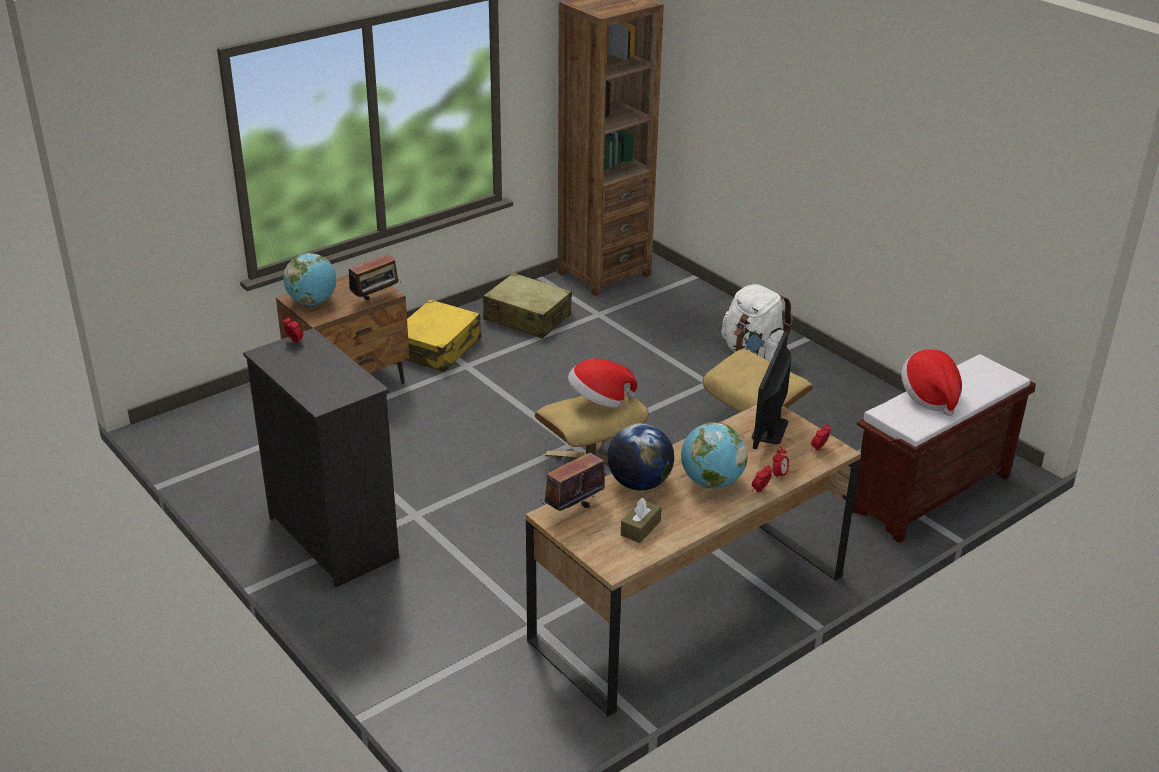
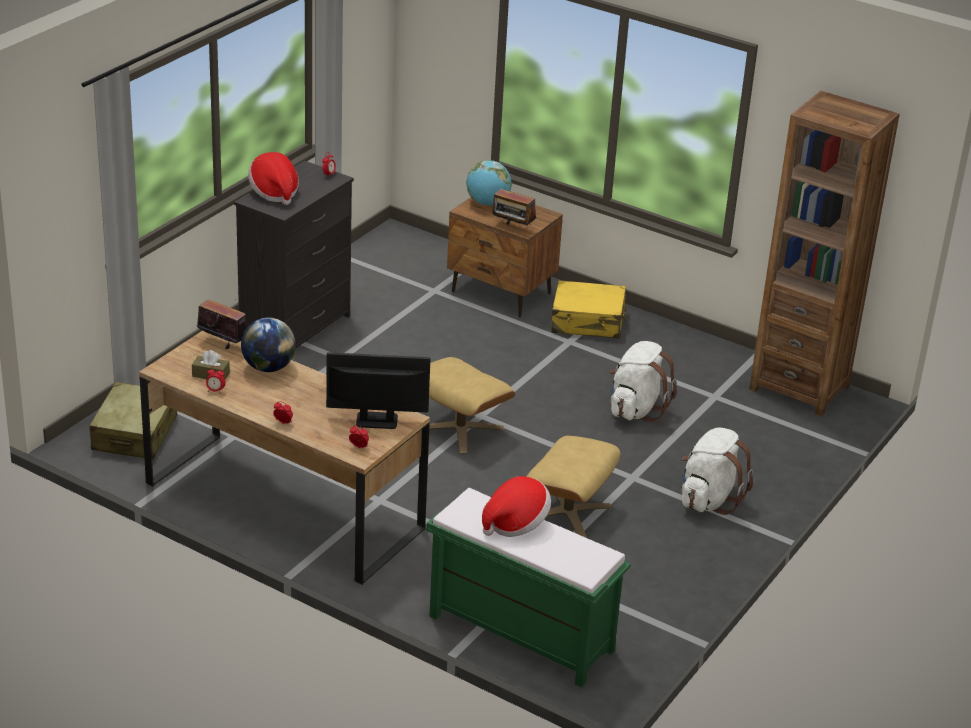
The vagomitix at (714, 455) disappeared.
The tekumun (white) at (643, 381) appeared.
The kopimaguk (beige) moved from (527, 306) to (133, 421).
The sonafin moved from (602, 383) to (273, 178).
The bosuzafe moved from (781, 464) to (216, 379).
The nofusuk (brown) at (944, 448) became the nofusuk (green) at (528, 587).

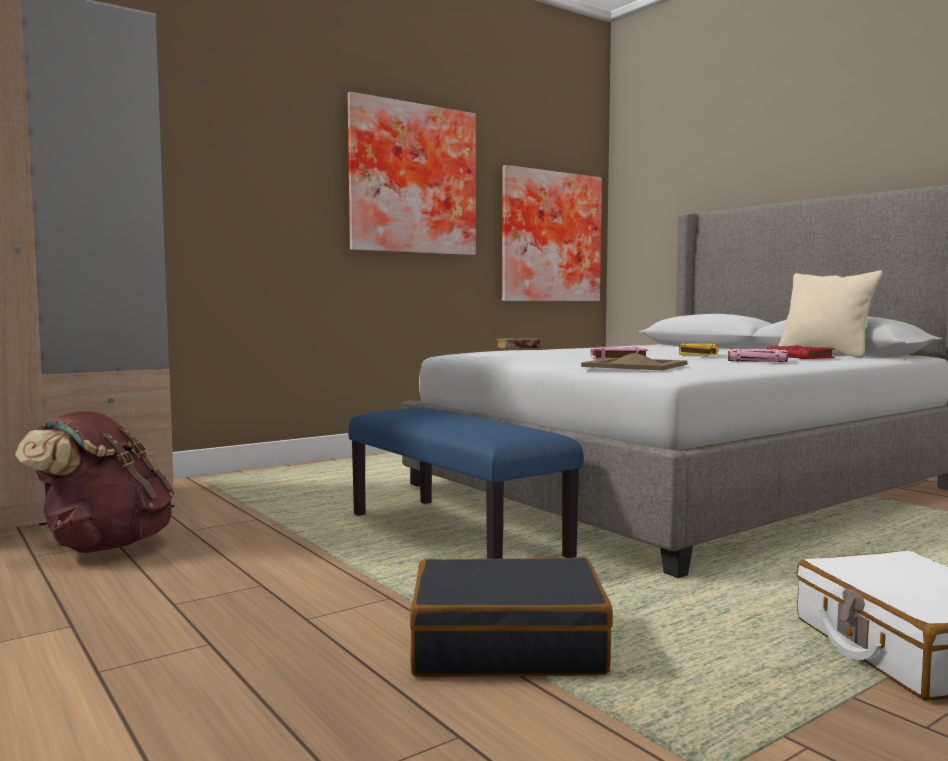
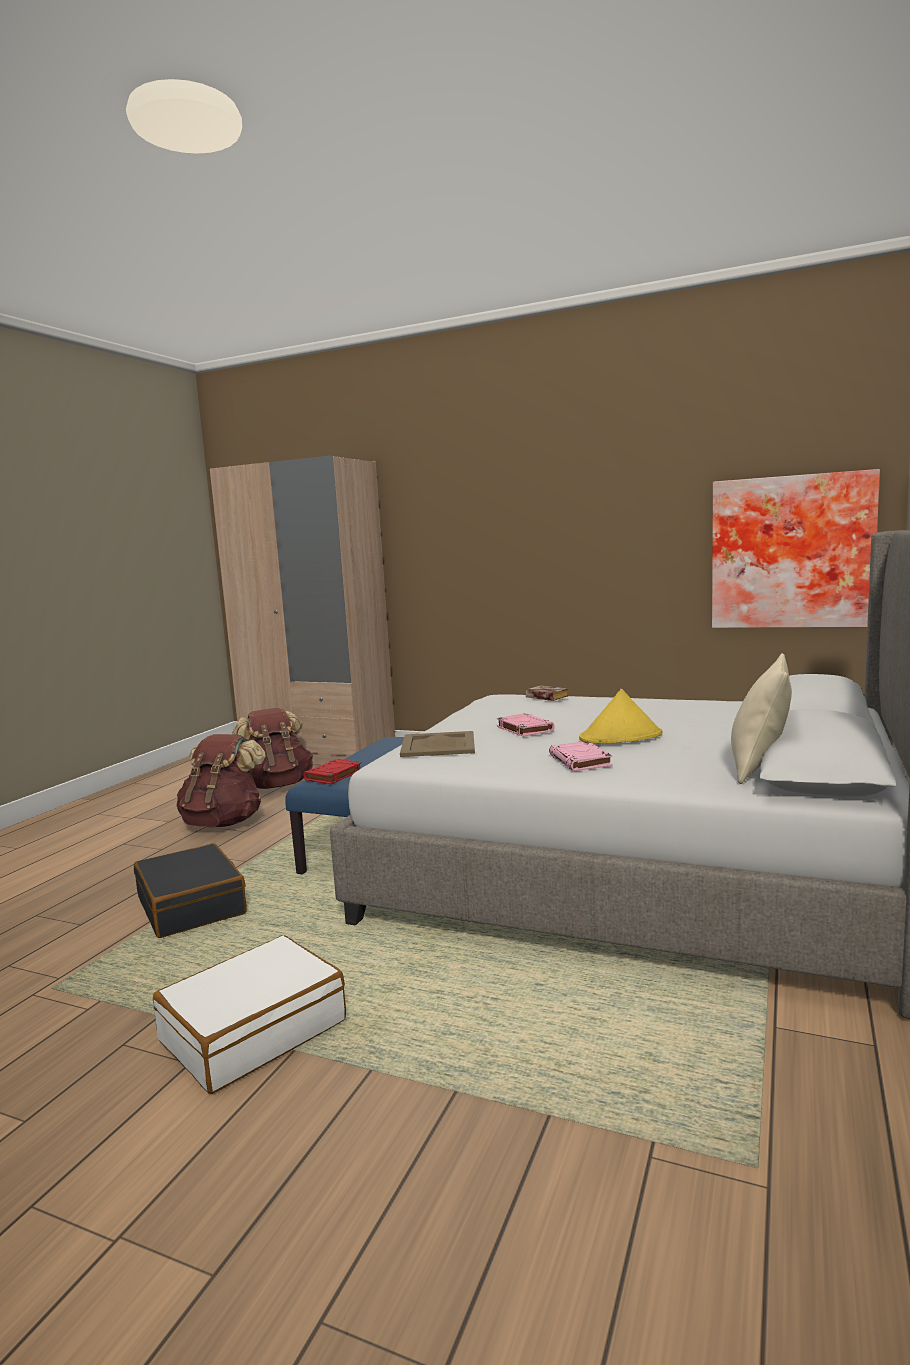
The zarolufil at (412, 173) disappeared.
The tekumun (brown) at (221, 780) appeared.
The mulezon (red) moved from (801, 352) to (332, 771).
The mulezon (yellow) at (699, 349) was replaced by the sonafin (yellow) at (620, 716).

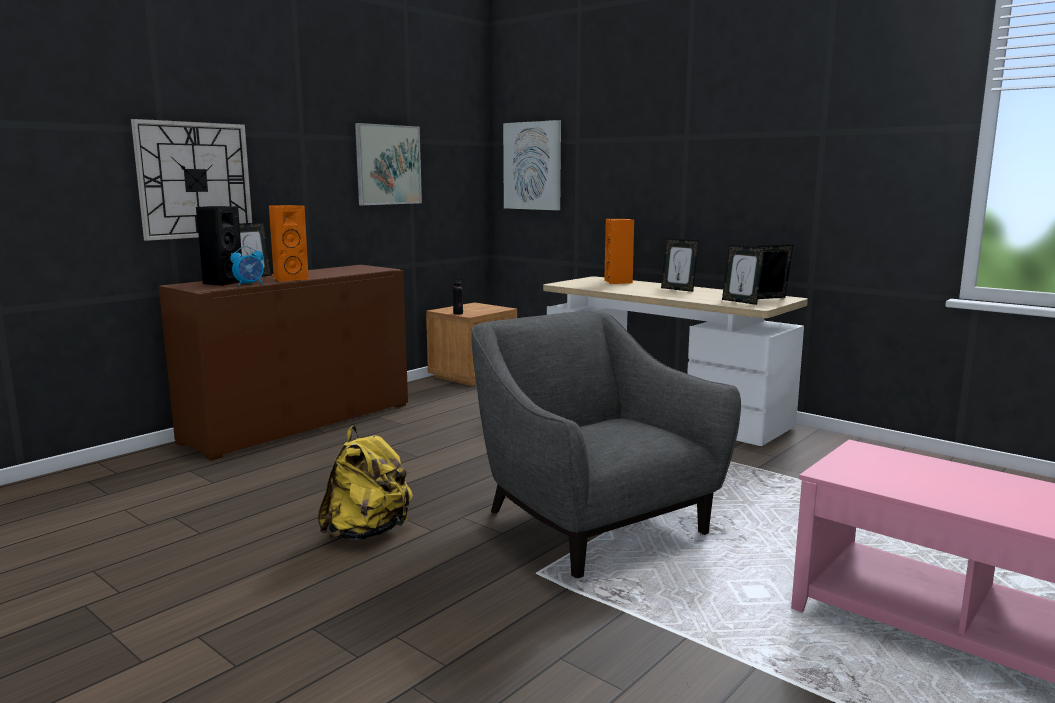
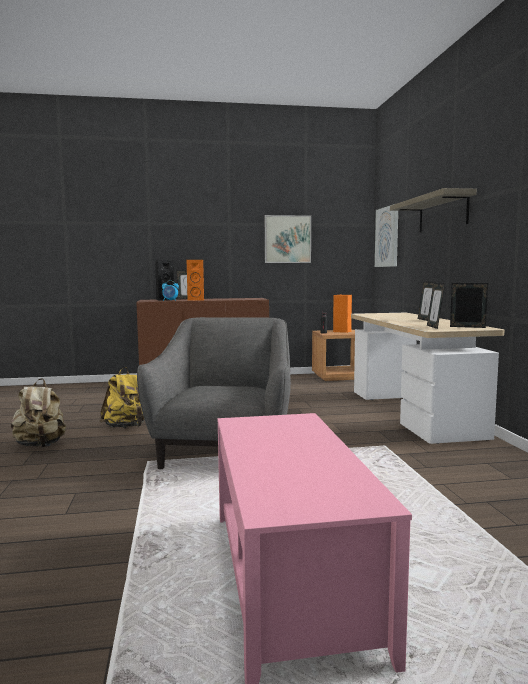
The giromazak at (191, 180) disappeared.
The tekumun (beige) at (38, 413) appeared.
The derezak at (433, 210) appeared.
The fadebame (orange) moved from (619, 251) to (342, 314).

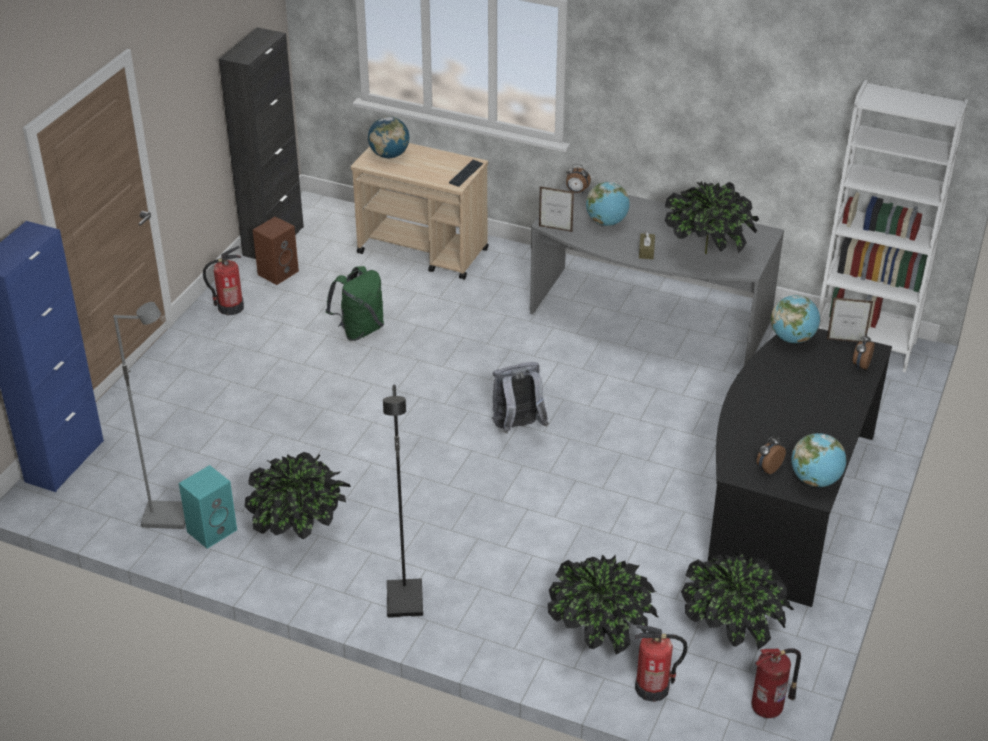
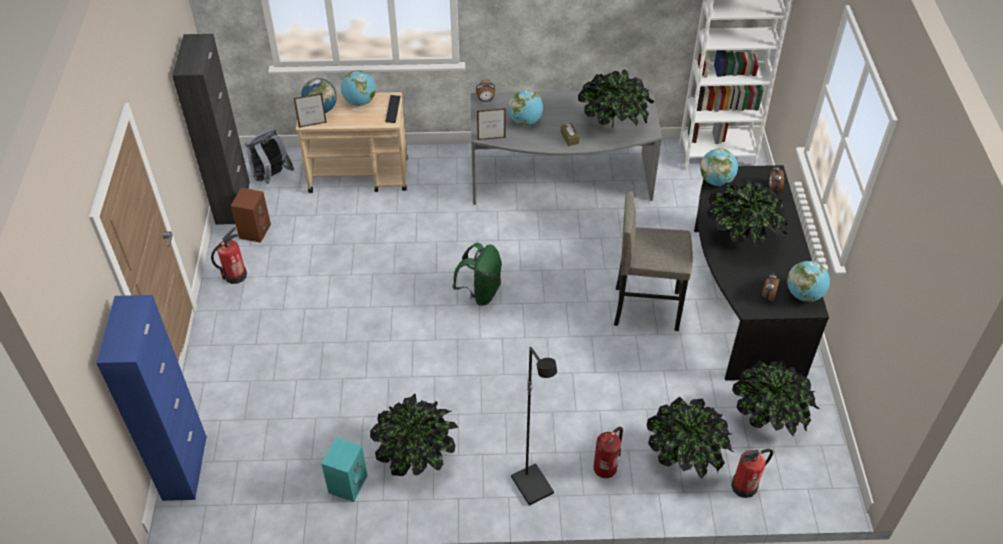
The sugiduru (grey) at (149, 415) disappeared.
The vagomitix at (358, 88) appeared.
The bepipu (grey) at (653, 261) appeared.
The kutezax at (747, 212) appeared.
The tekumun (green) moved from (355, 303) to (477, 274).
The tekumun (grey) moved from (520, 397) to (269, 156).
The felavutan moved from (776, 683) to (608, 452).
The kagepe moved from (850, 320) to (310, 110).

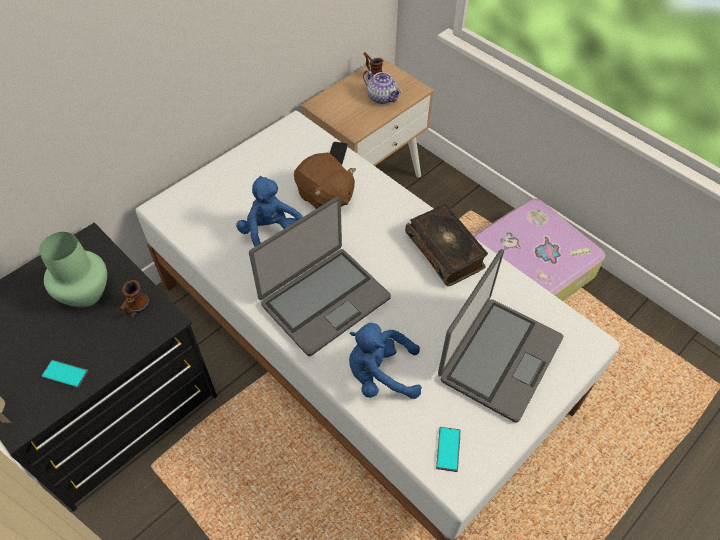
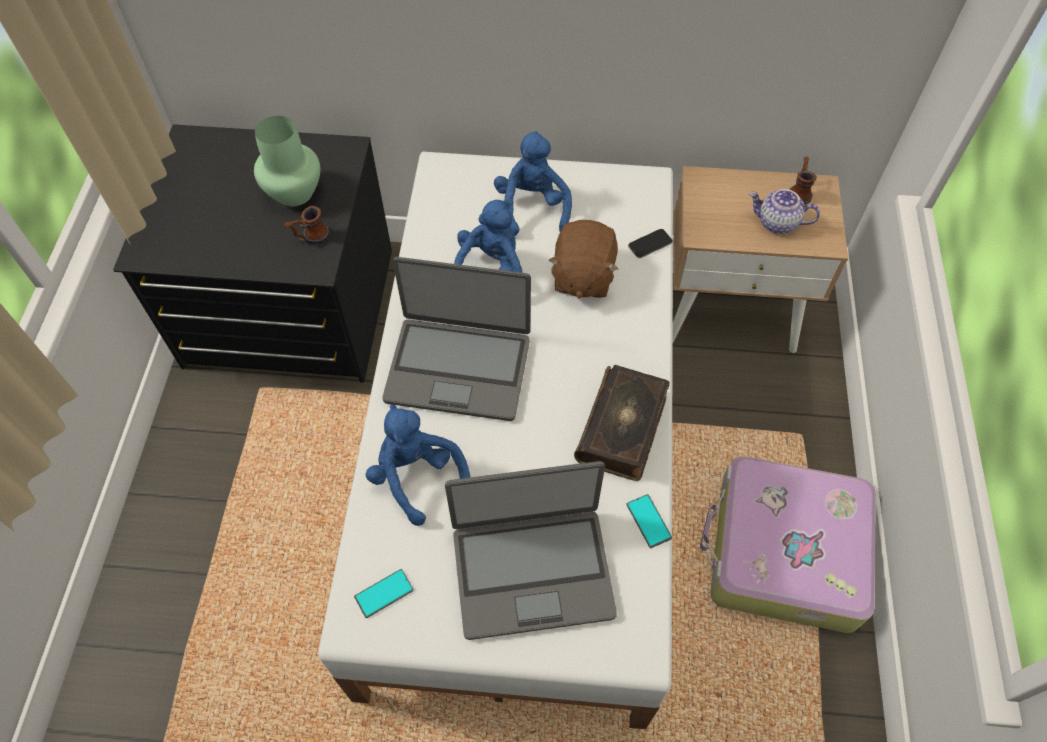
The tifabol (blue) at (533, 183) appeared.
The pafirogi moved from (65, 374) to (649, 521).
The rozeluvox at (382, 87) turned 105 degrees clockwise.

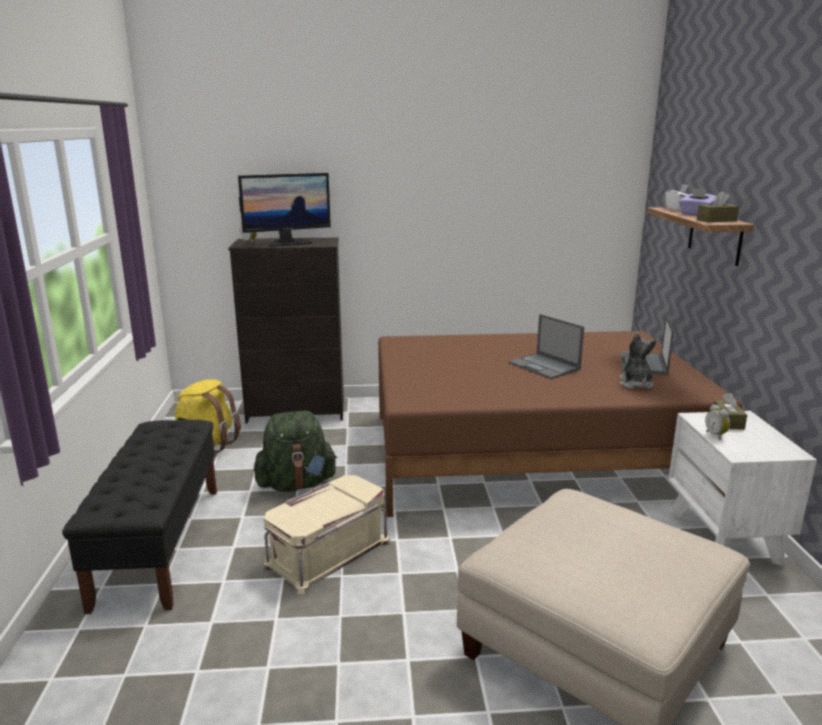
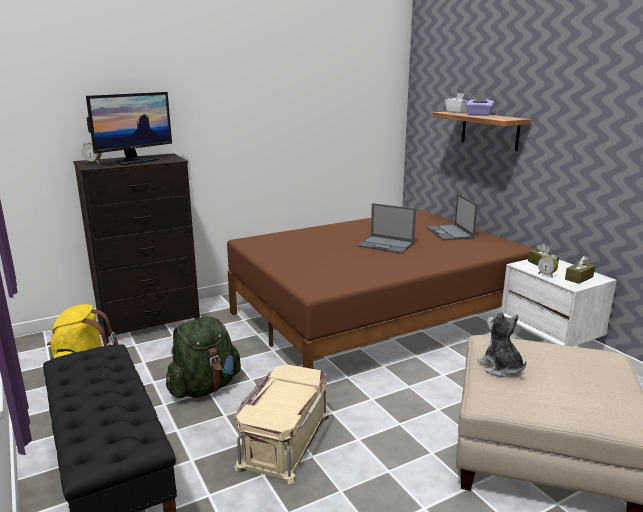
The tifabol moved from (638, 360) to (502, 344).
The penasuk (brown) moved from (718, 206) to (580, 270).

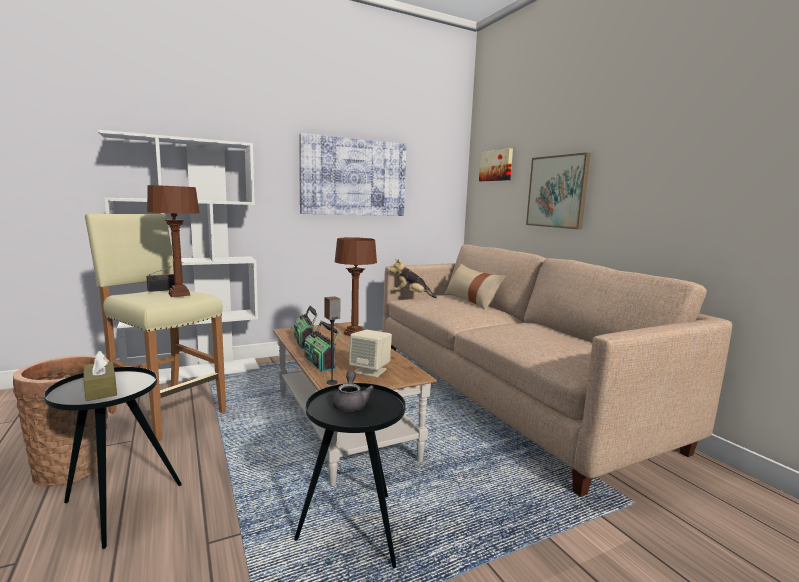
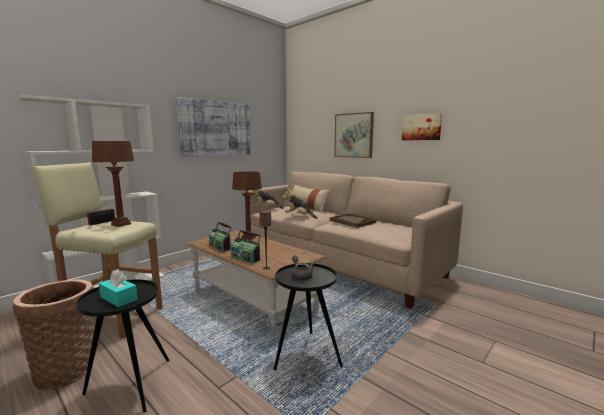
The fadebame (beige) at (370, 353) disappeared.
The tifabol at (300, 204) appeared.
The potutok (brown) at (353, 220) appeared.
The zarolufil moved from (496, 164) to (422, 126).
The penasuk (brown) at (100, 376) became the penasuk (turquoise) at (118, 288).

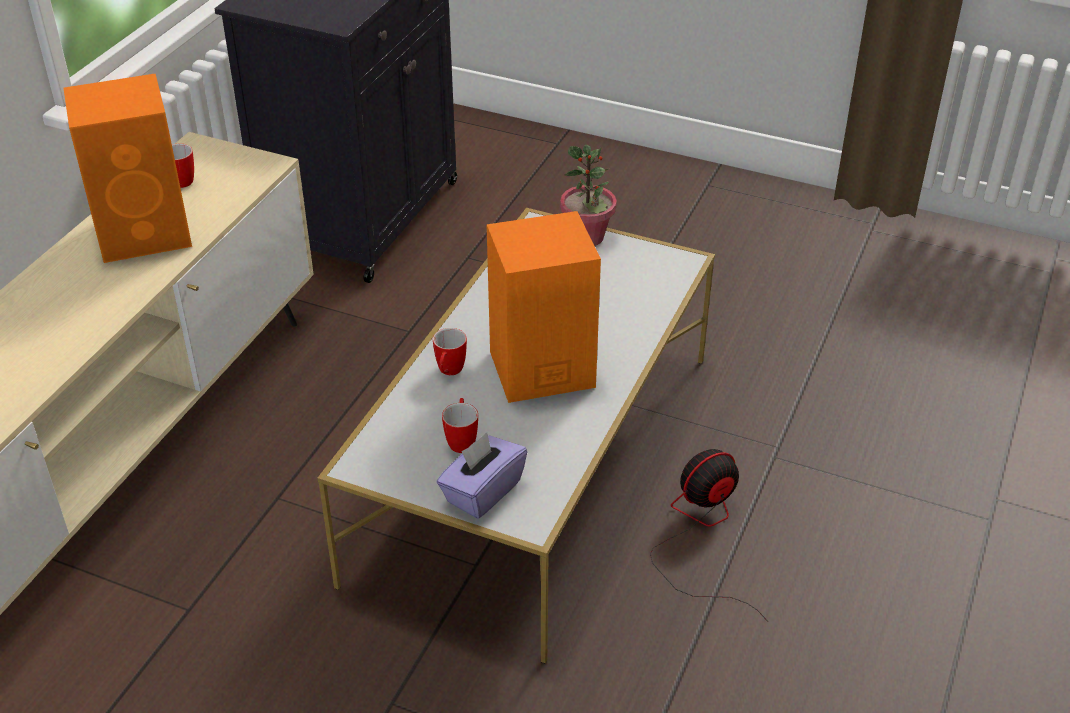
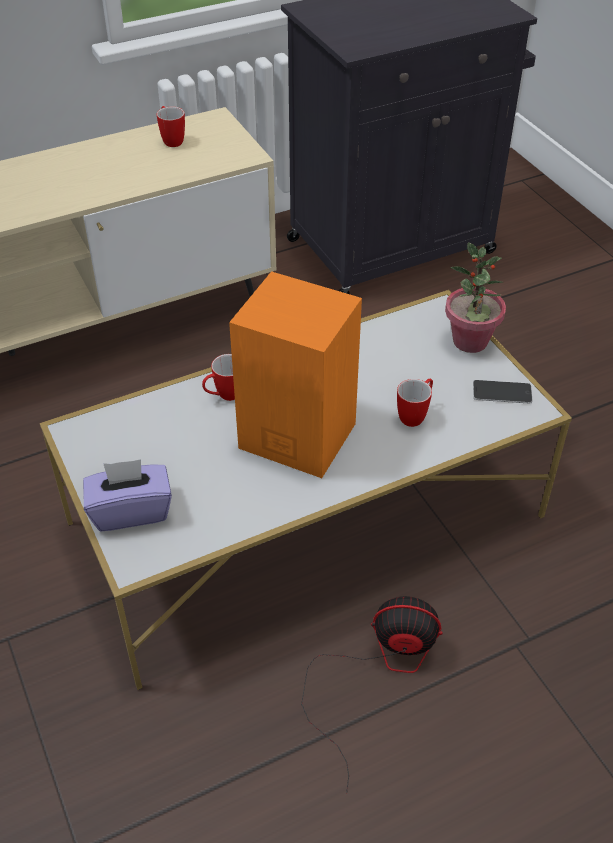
The fadebame (orange) at (127, 168) disappeared.
The pafirogi at (503, 391) appeared.
The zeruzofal moved from (460, 425) to (415, 403).

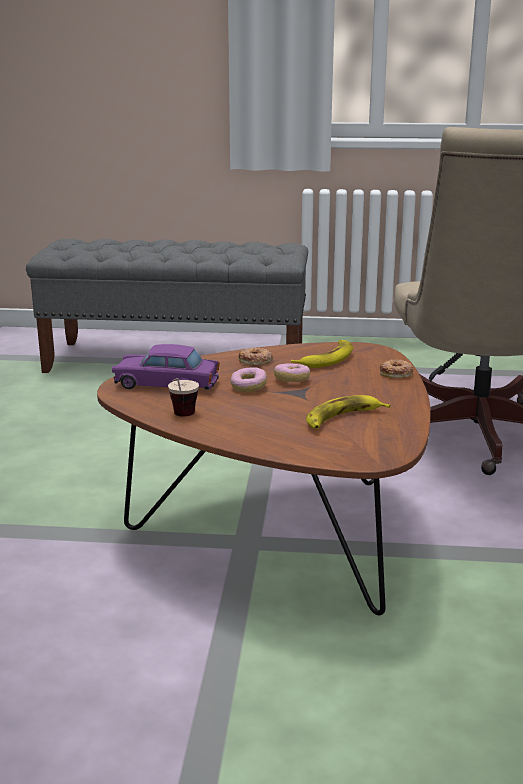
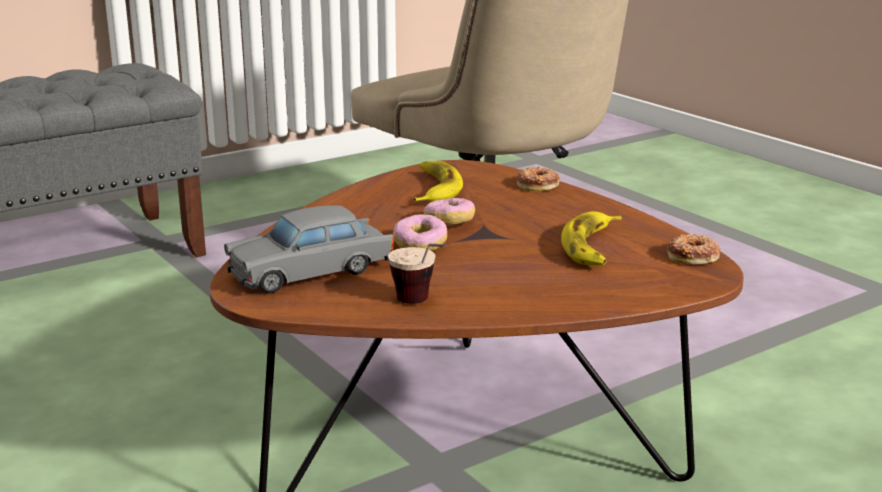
The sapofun moved from (255, 356) to (693, 249).
The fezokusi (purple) at (166, 367) became the fezokusi (grey) at (309, 249).

